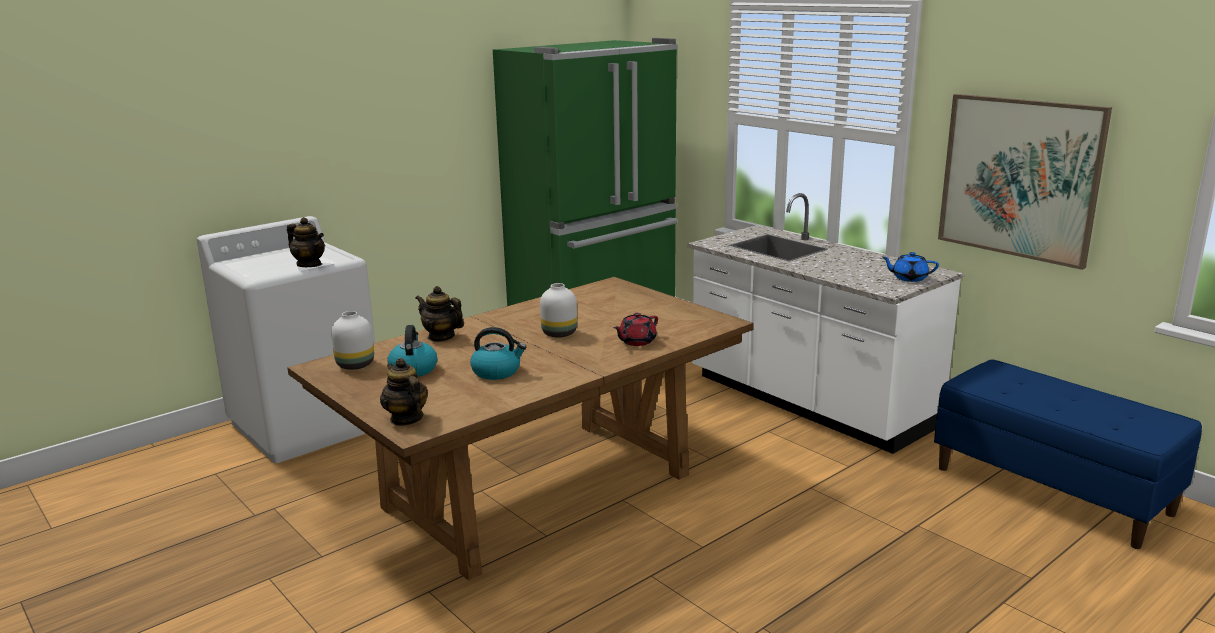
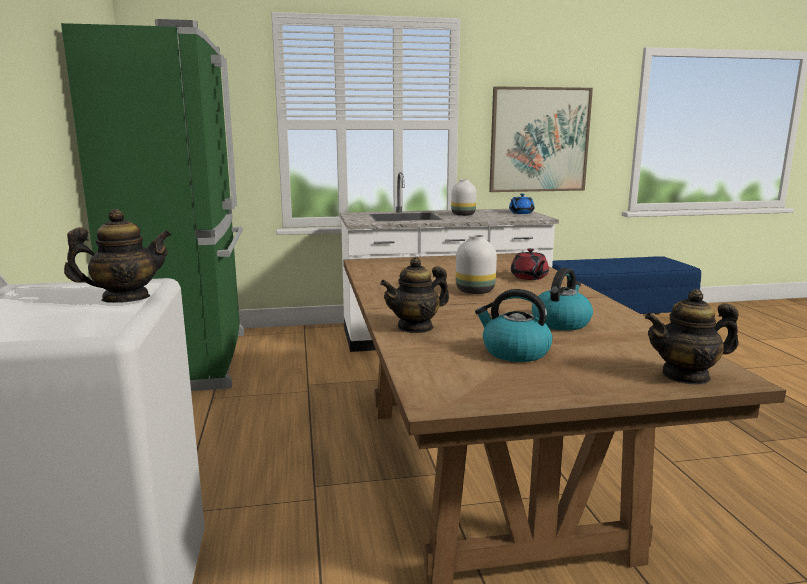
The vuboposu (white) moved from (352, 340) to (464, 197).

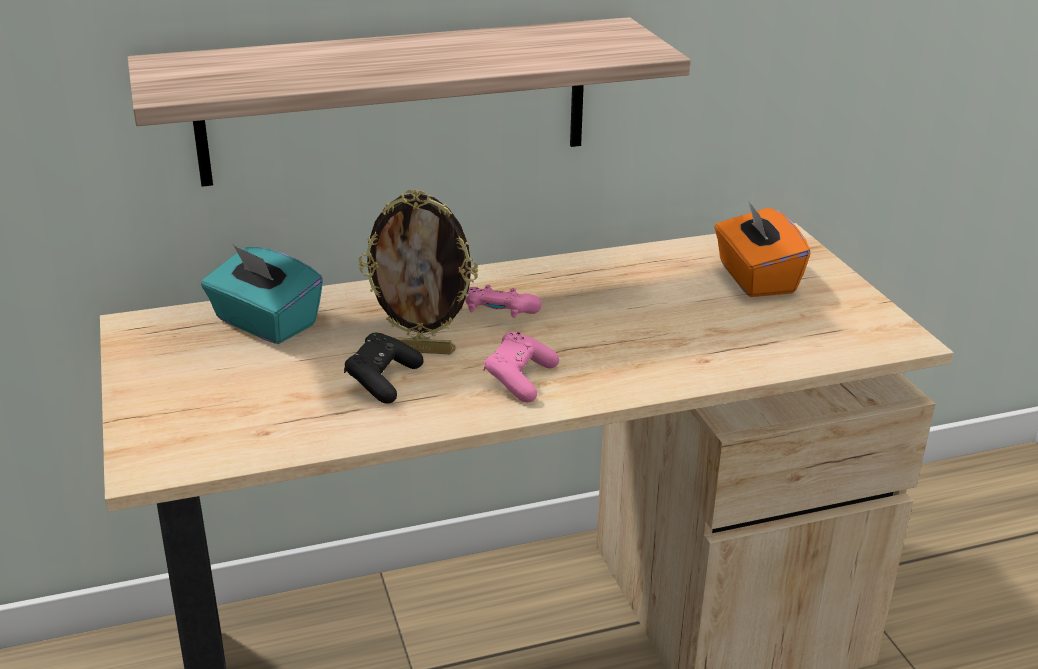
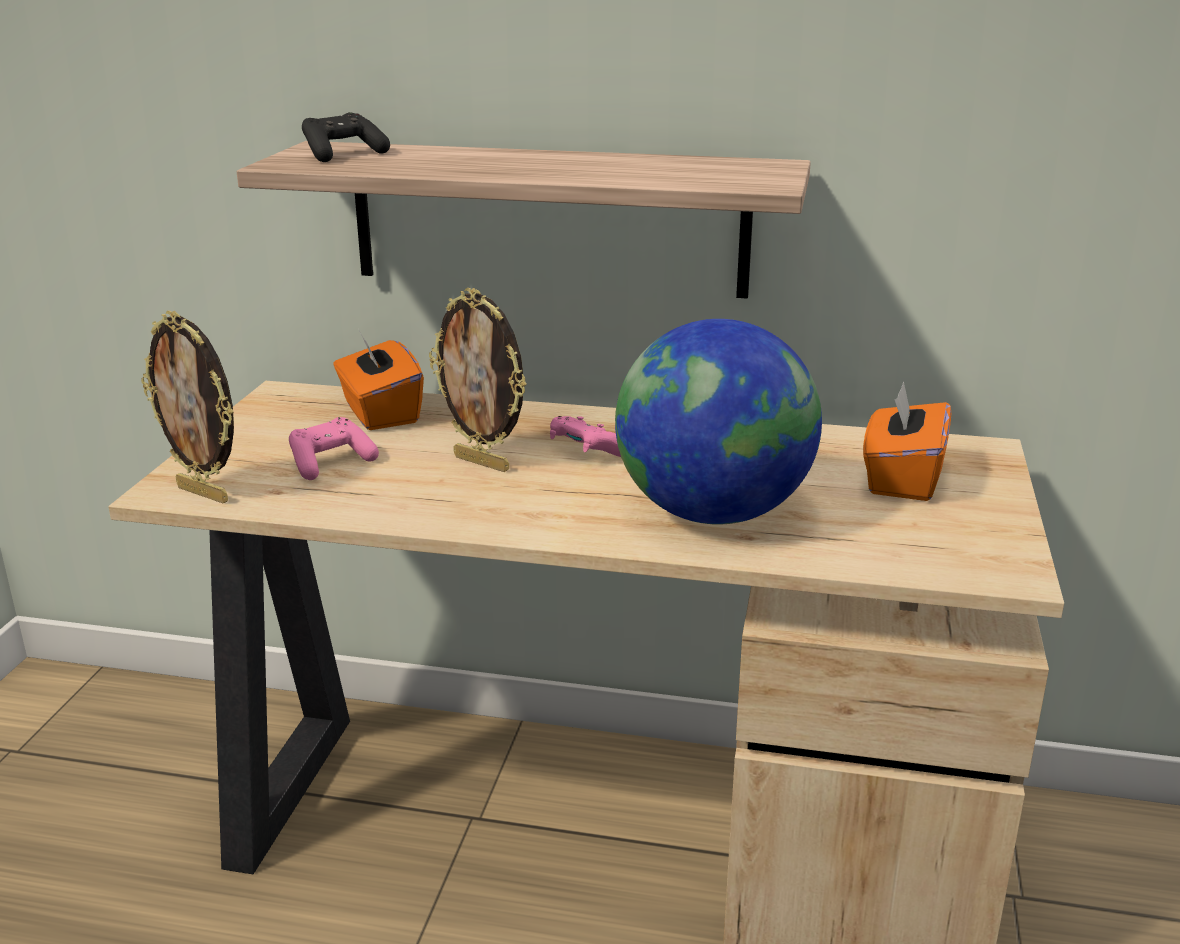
The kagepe at (187, 407) appeared.
The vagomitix at (718, 421) appeared.
The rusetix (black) moved from (384, 368) to (346, 137).
The rusetix (pink) moved from (521, 367) to (334, 448).
The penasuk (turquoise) at (262, 294) became the penasuk (orange) at (379, 380).

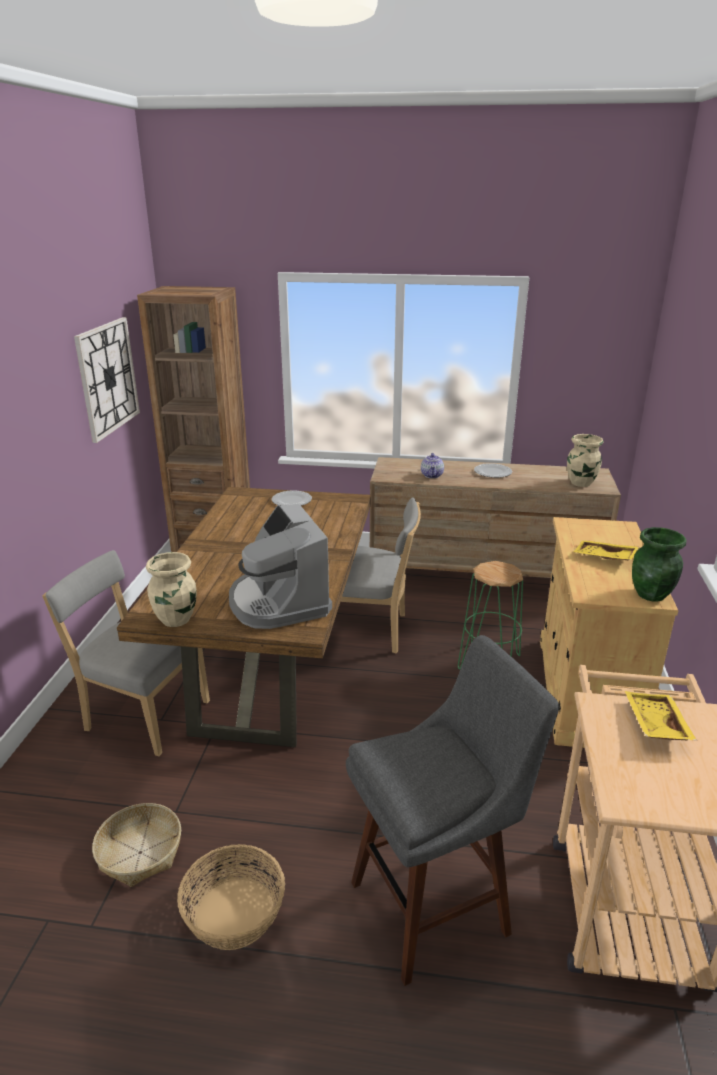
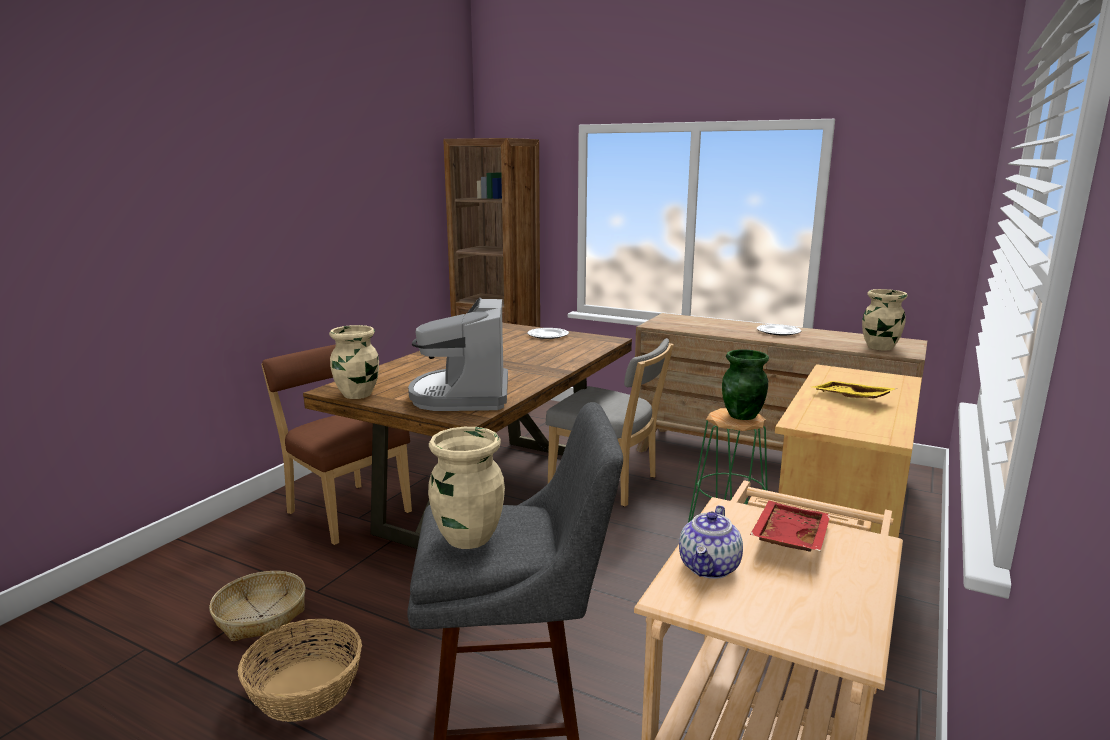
The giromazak at (107, 380) disappeared.
The vuboposu (beige) at (466, 488) appeared.
The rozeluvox moved from (432, 465) to (711, 542).
The vuboposu (green) moved from (659, 564) to (745, 384).
The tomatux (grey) at (126, 653) became the tomatux (brown) at (336, 444).
The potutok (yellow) at (661, 716) became the potutok (red) at (790, 526).

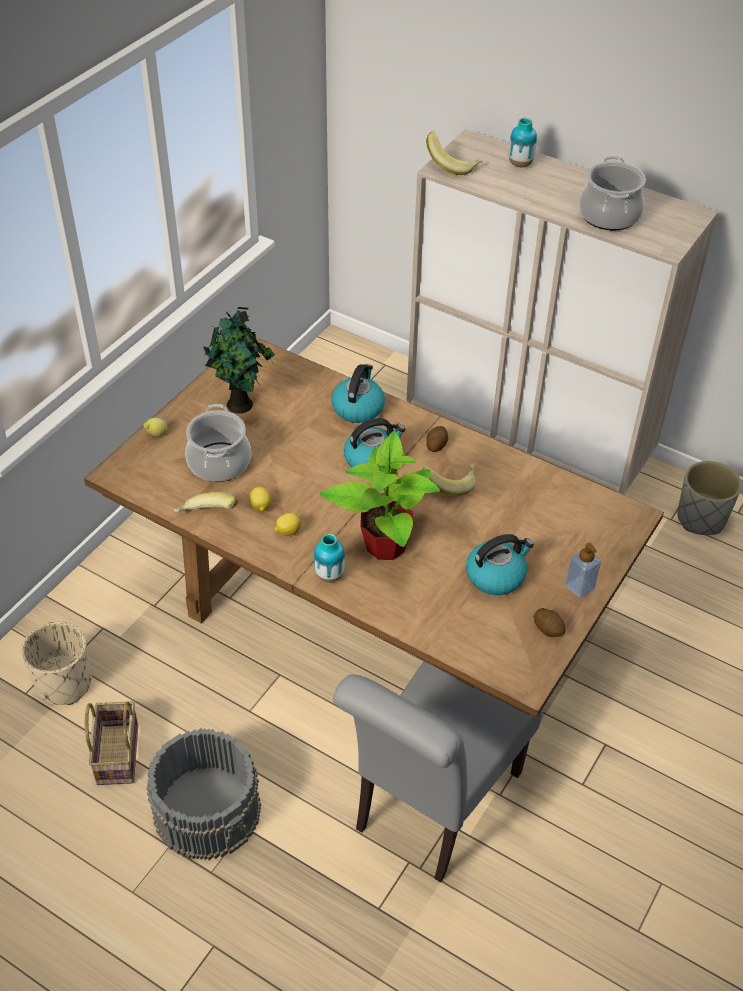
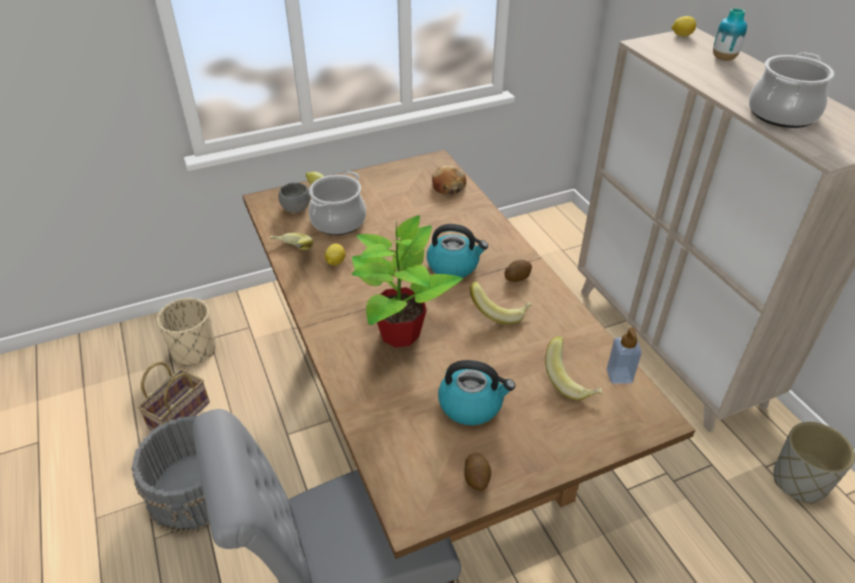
The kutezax at (239, 360) disappeared.
The vuboposu at (329, 558) disappeared.
The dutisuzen at (358, 393) disappeared.
The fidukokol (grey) at (294, 197) appeared.
The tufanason at (449, 180) appeared.
The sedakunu moved from (287, 524) to (683, 26).
The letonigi moved from (454, 153) to (574, 368).
The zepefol moved from (583, 570) to (624, 355).

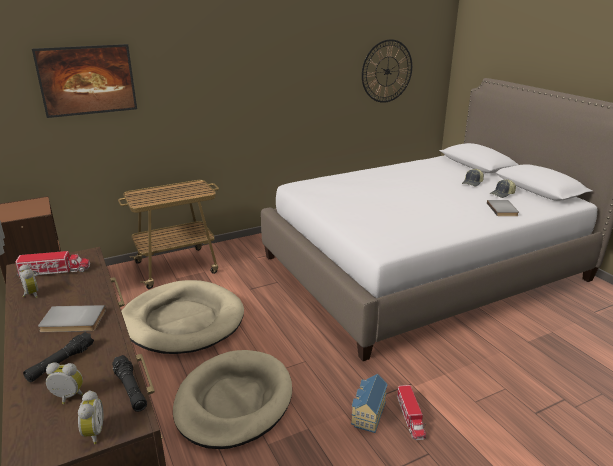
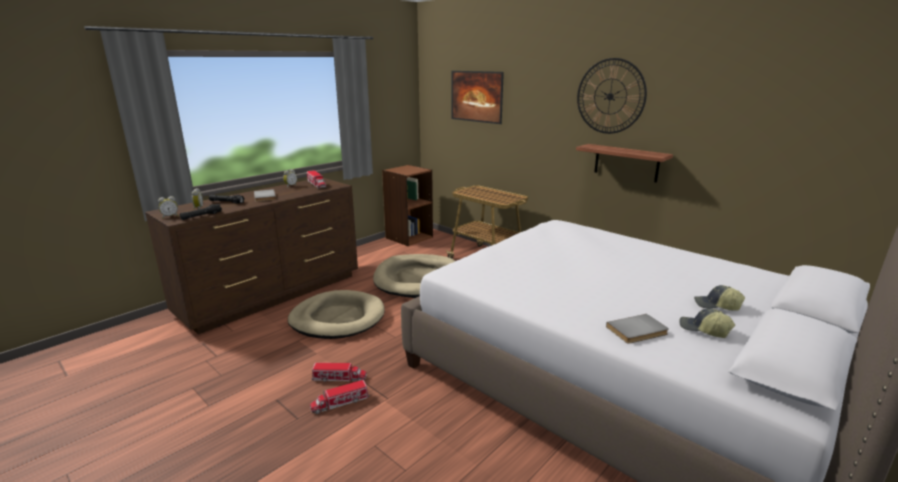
The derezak at (624, 163) appeared.
The giromazak moved from (387, 71) to (612, 96).
The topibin at (369, 403) was replaced by the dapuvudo at (339, 372).

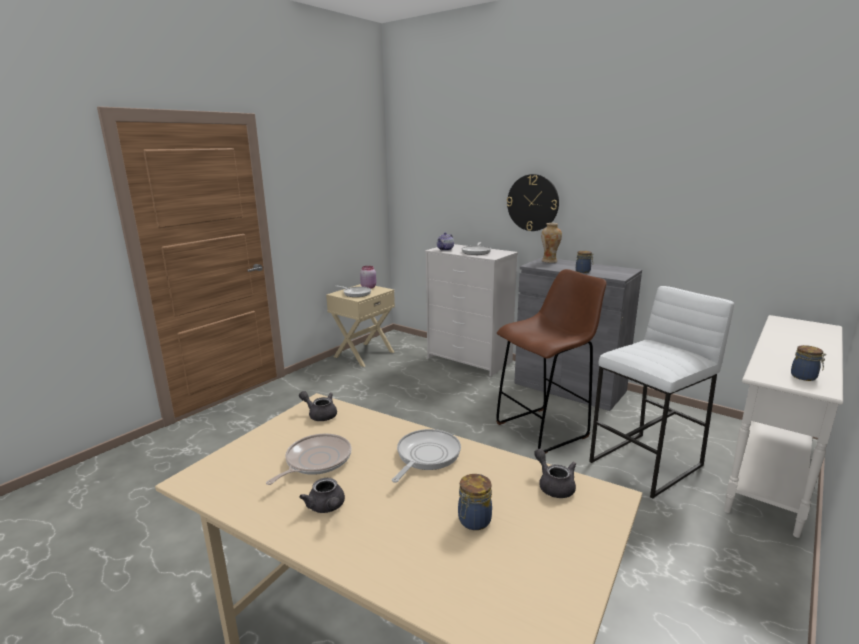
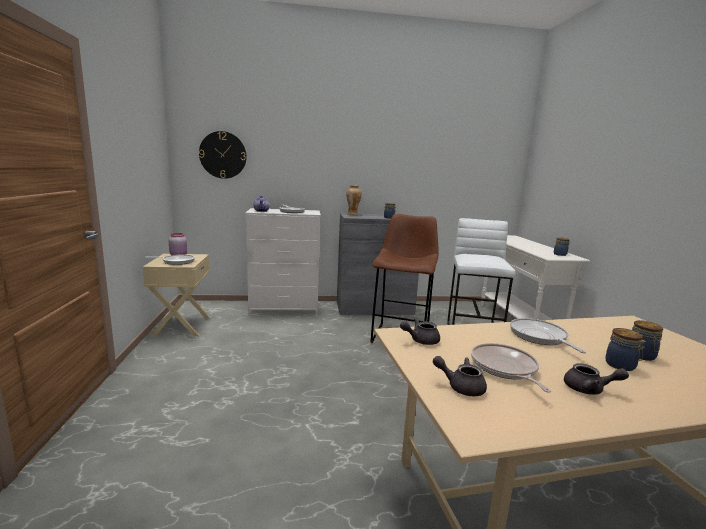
The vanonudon at (625, 349) appeared.
The giromazak moved from (533, 202) to (223, 155).
The rozeluvox (grey) moved from (555, 473) to (460, 376).

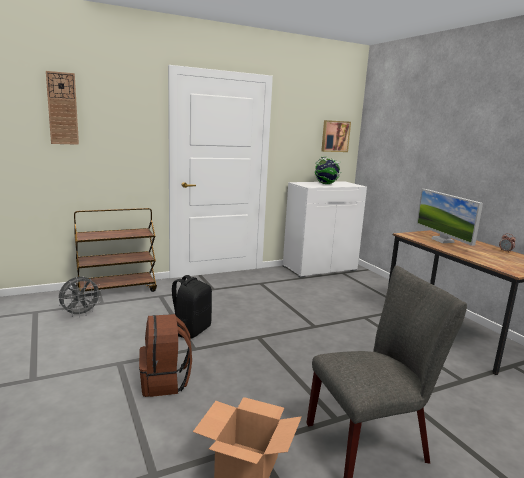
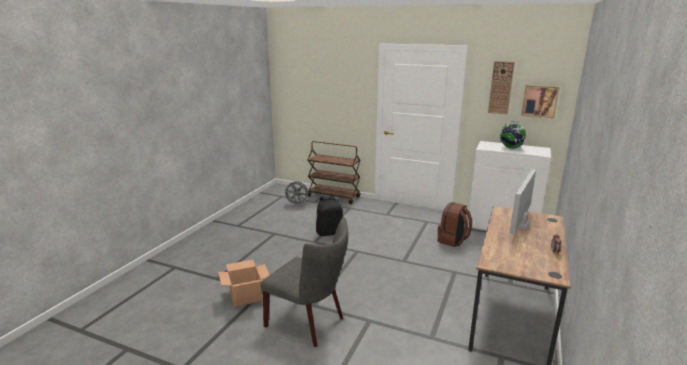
The giromazak moved from (62, 108) to (501, 87).
The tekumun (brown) moved from (165, 355) to (455, 224).

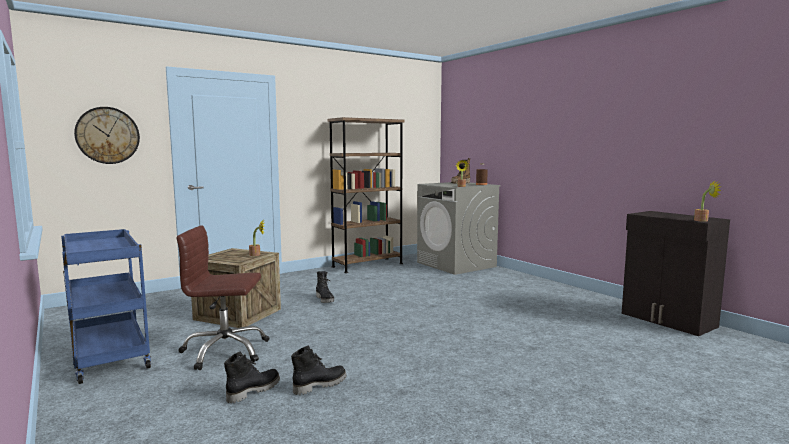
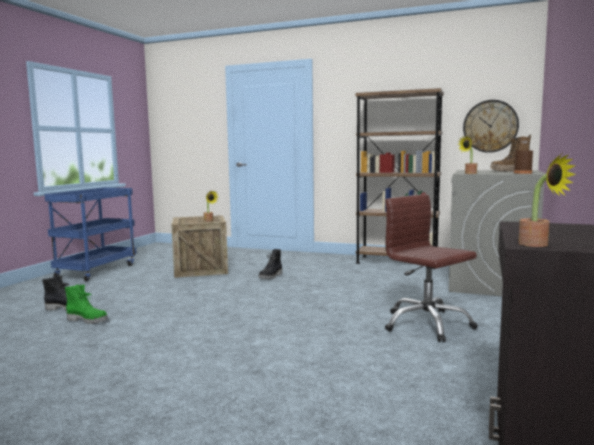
The giromazak moved from (107, 135) to (491, 126).
The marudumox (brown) moved from (222, 297) to (431, 268).
The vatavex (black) at (319, 370) became the vatavex (green) at (86, 304).

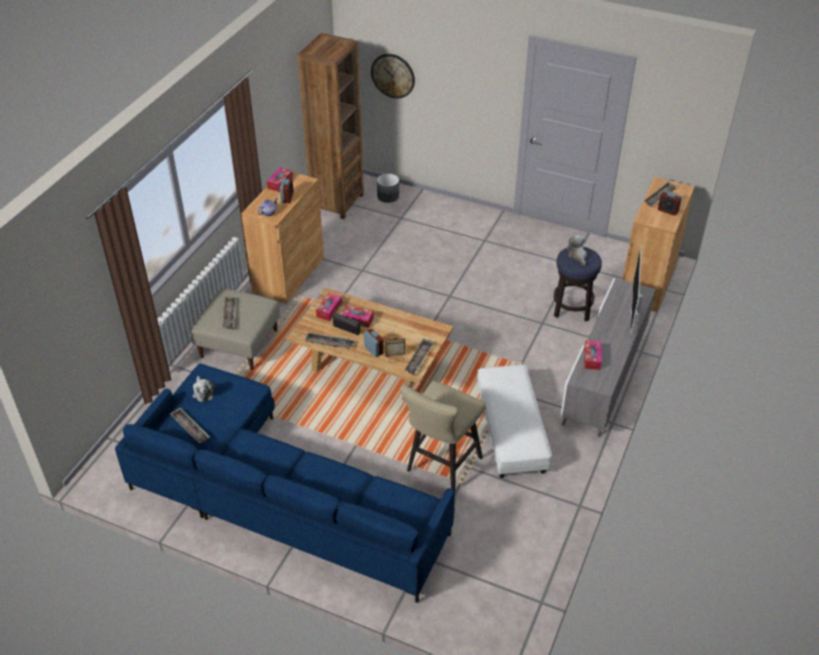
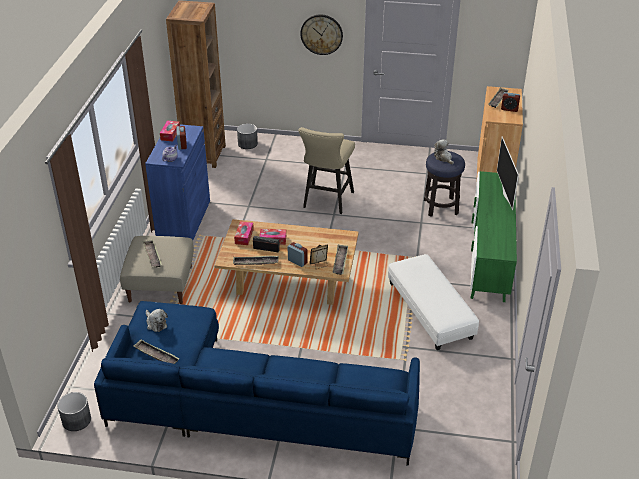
The penasuk at (593, 355) disappeared.
The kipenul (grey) at (74, 411) appeared.
The giromazak moved from (393, 76) to (321, 34).
The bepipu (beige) moved from (443, 436) to (326, 170).
The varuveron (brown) at (282, 237) became the varuveron (blue) at (177, 182).
The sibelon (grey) at (608, 357) became the sibelon (green) at (493, 236).

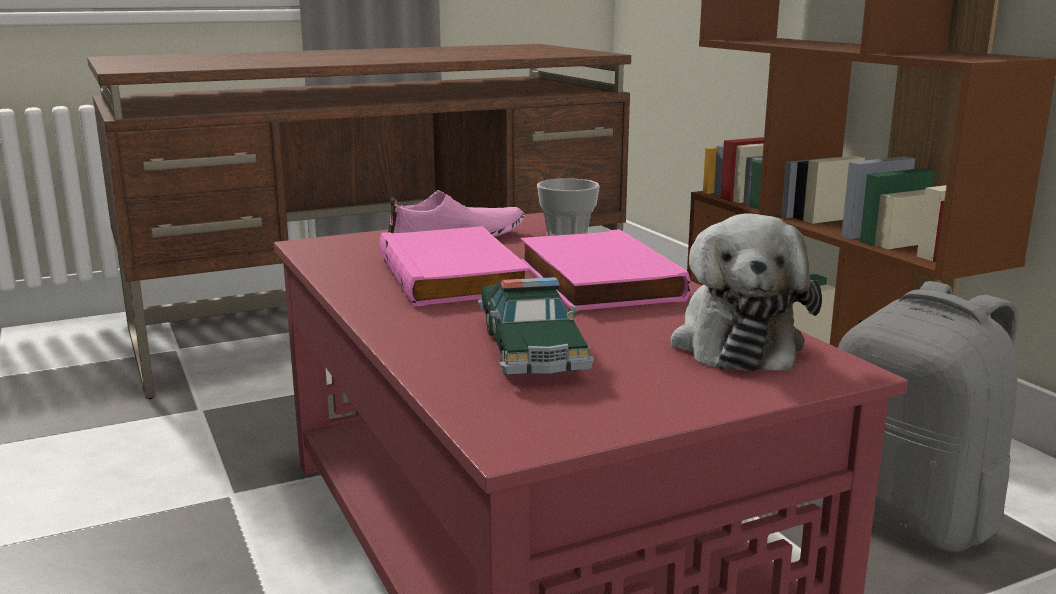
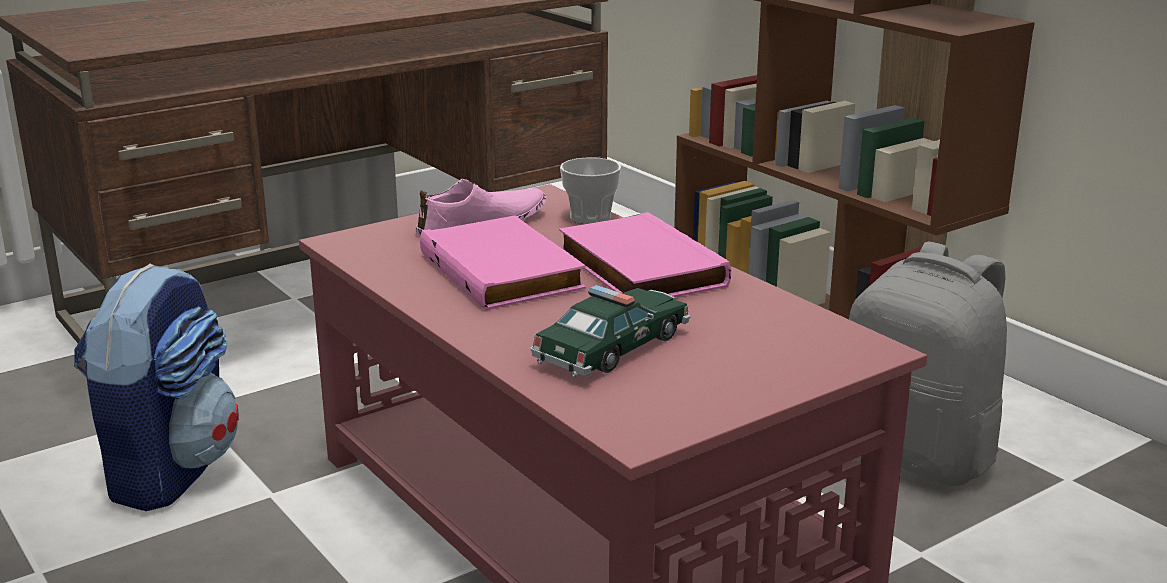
The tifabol at (746, 292) disappeared.
The tekumun at (156, 387) appeared.
The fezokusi at (536, 326) turned 120 degrees counterclockwise.

